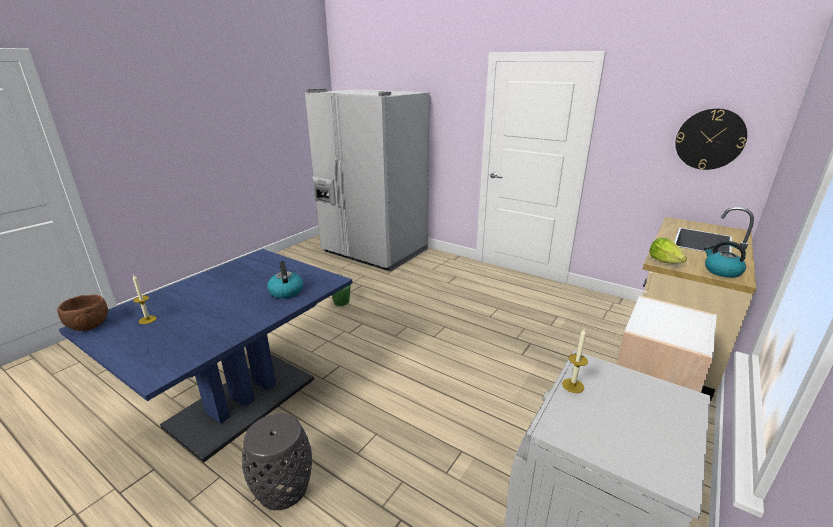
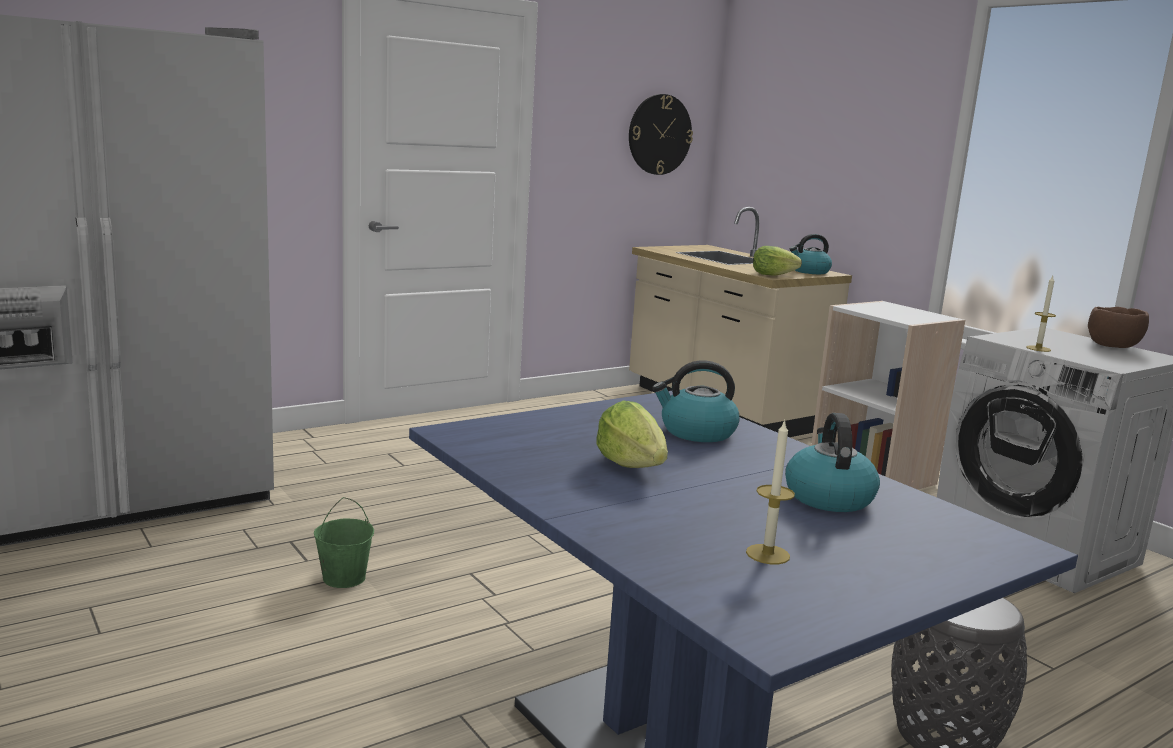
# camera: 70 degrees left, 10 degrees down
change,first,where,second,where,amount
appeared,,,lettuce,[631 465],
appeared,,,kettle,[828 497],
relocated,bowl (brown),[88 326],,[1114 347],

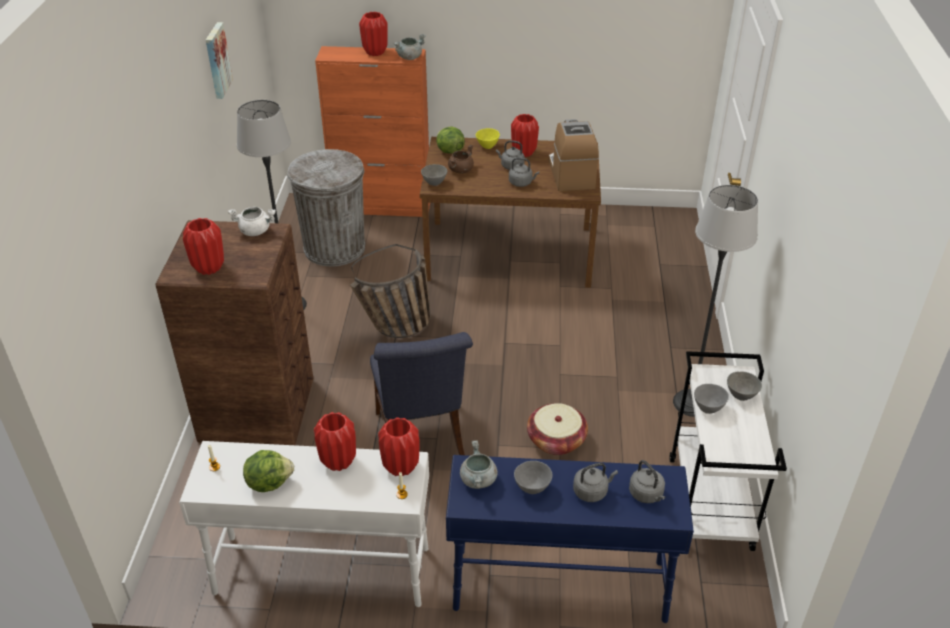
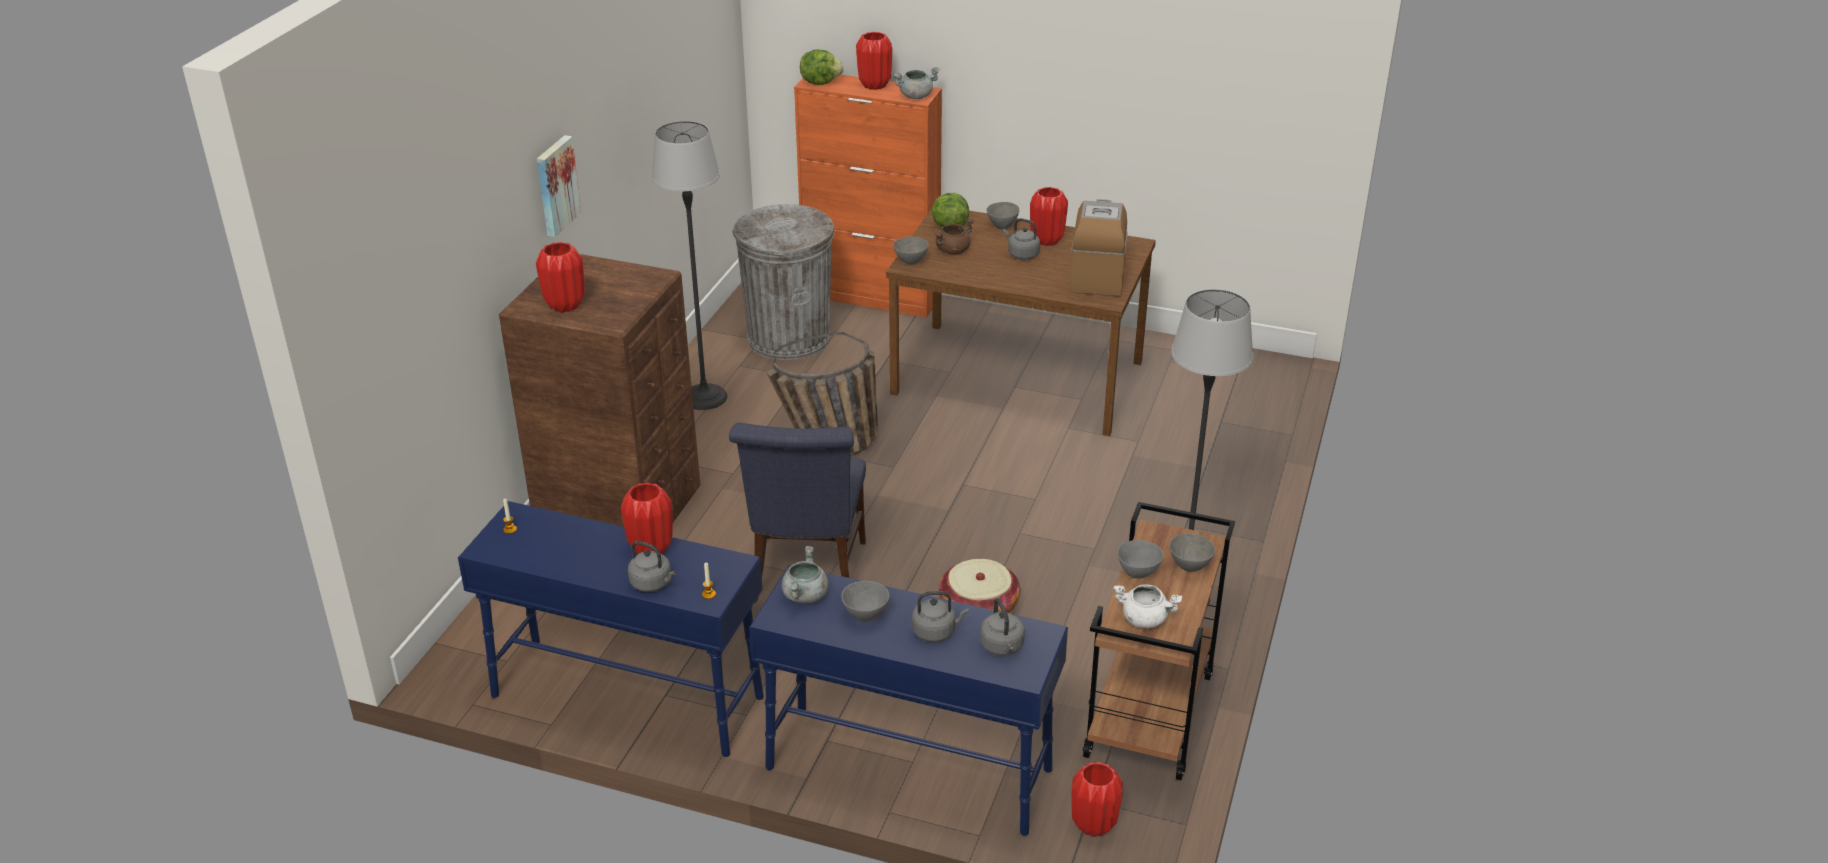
# camera: 15 degrees right, 5 degrees down
change,first,where,second,where,amount
colour,console table (white),[322 569],console table (blue),[628 695],
relocated,picture,[216 60],,[555 185],
relocated,kettle (grey),[521 183],,[653 583],
relocated,lettuce,[269 482],,[820 82],
colour,bowl (yellow),[487 146],bowl (grey),[1002 226],
relocated,vase (red),[401 467],,[1094 825],
colour,cart (white),[711 503],cart (brown),[1150 717],
relocated,cooking pot (white),[255 231],,[1145 619],

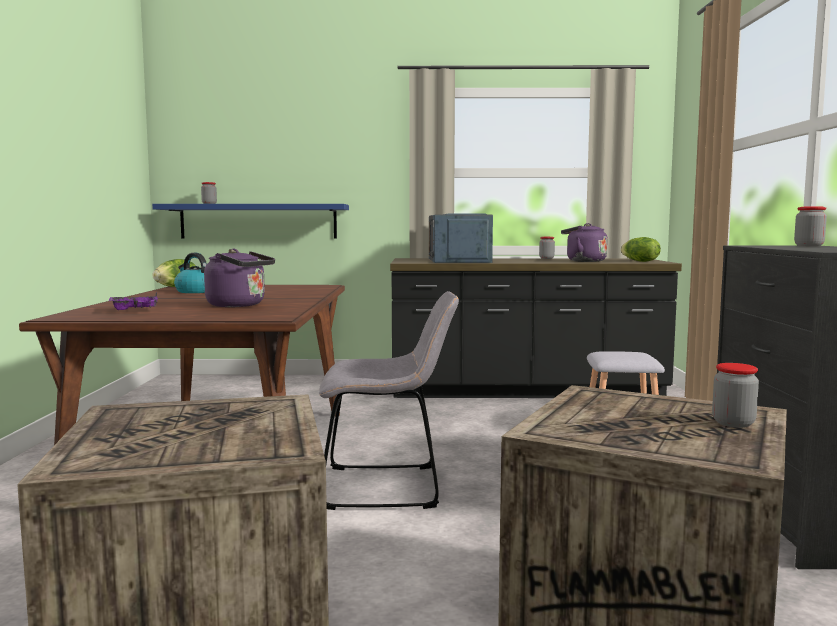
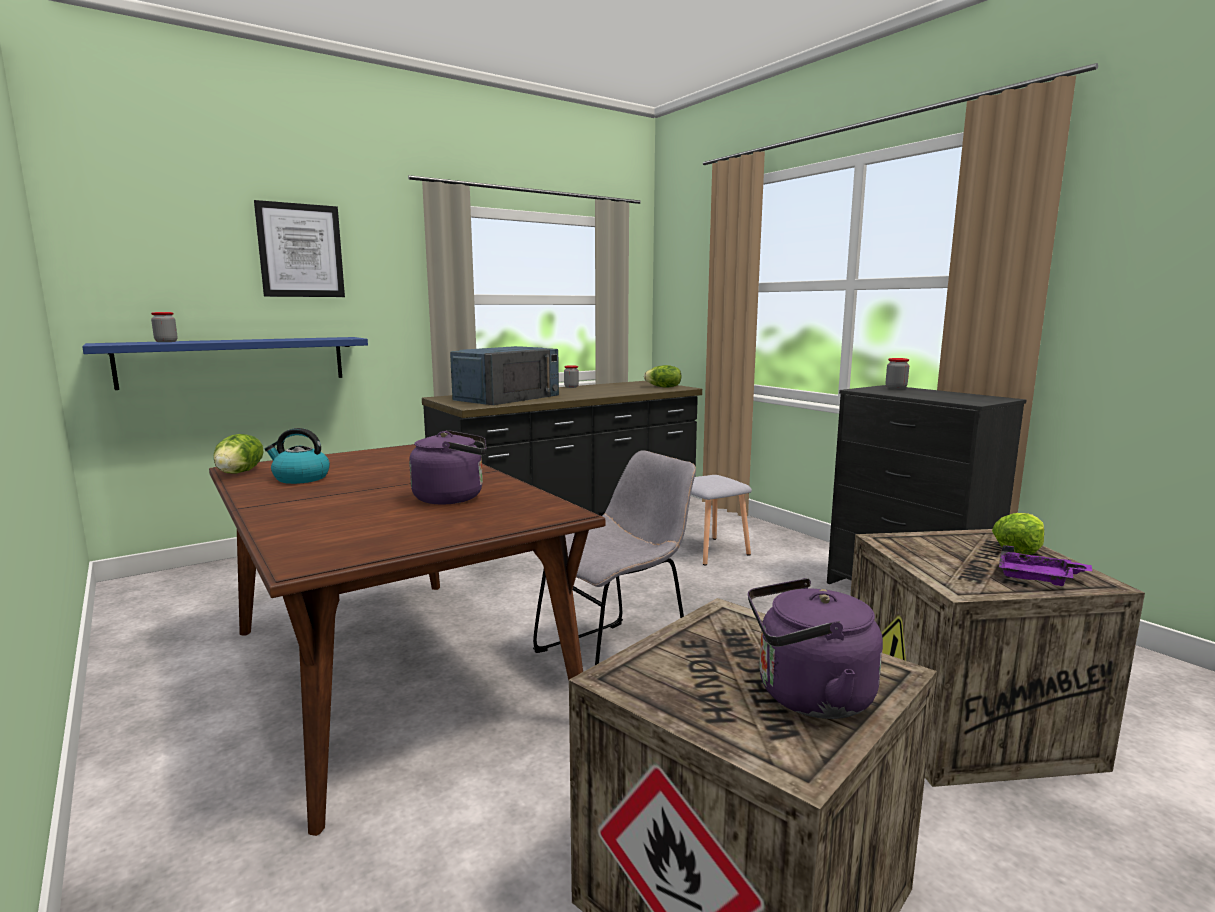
# camera: 35 degrees left, 5 degrees up
change,first,where,second,where,amount
appeared,,,picture,[300 250],
spun,microwave (blue),[458 260],,[507 397],105 degrees counterclockwise
relocated,kettle (purple),[583 261],,[807 696],
exchanged,jar,[733 423],lettuce,[1018 549],
relocated,tray (purple),[134 310],,[1038 578],

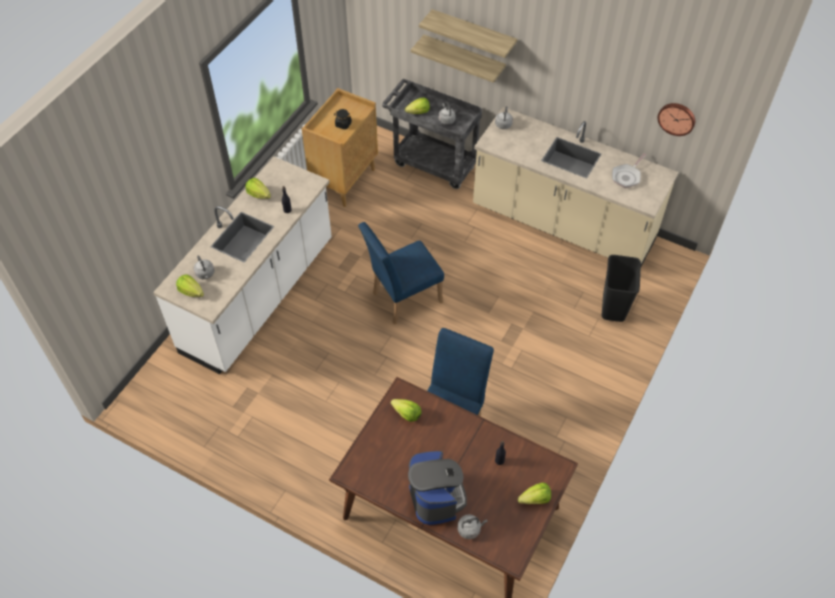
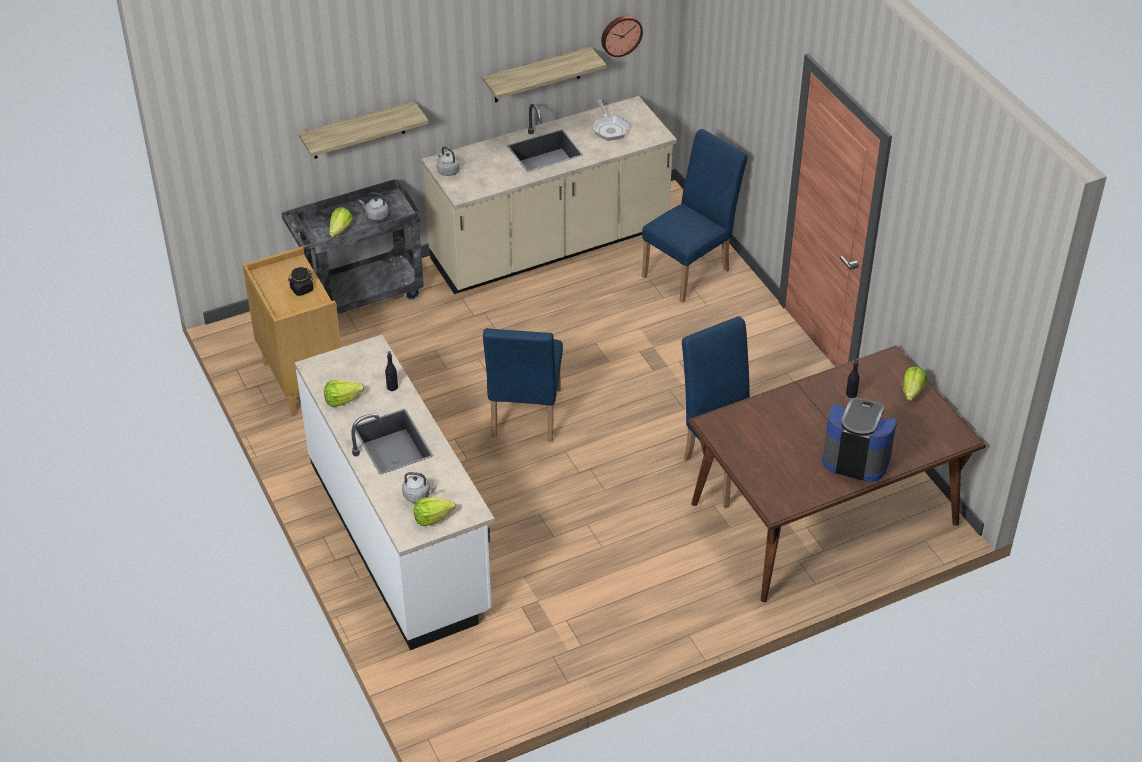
# camera: 55 degrees left, 10 degrees down
change,first,where,second,where,amount
relocated,shelf,[473 34],,[537 75],
exchanged,trash can (black),[614 308],chair (blue),[691 270],
missing,lettuce,[407 414],,,
missing,kettle (grey),[470 529],,,

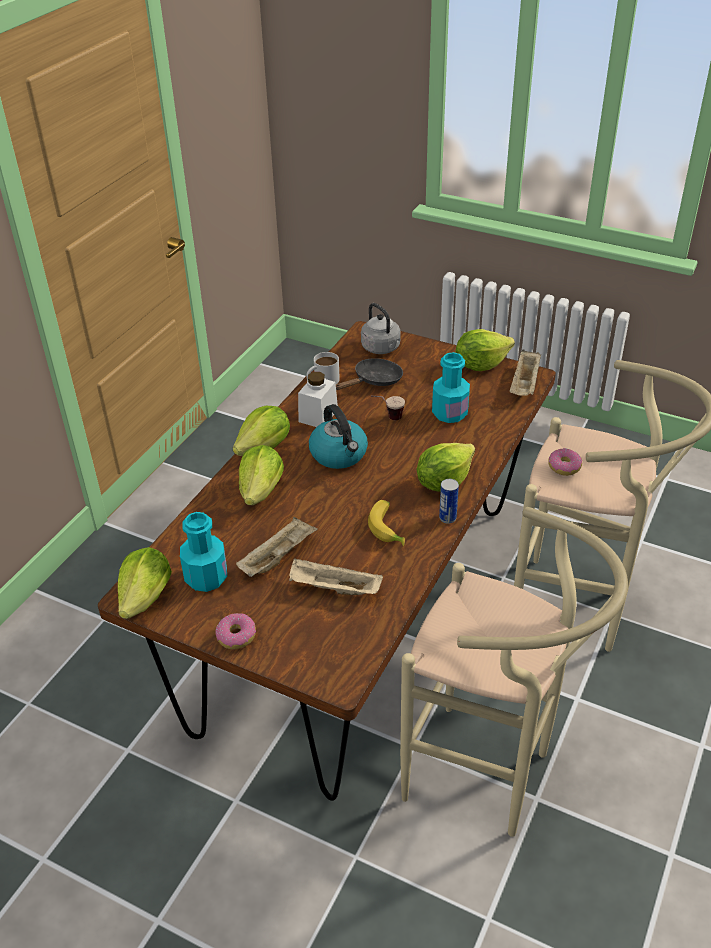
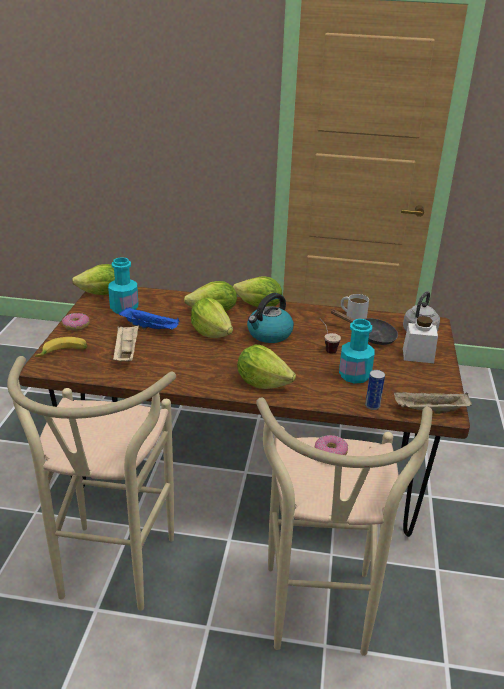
# camera: 70 degrees right, 10 degrees down
change,first,where,second,where,amount
relocated,banana,[389 528],,[63 354],
colour,tray (beige),[278 557],tray (blue),[150 328],
relocated,lettuce,[480 364],,[211 333],
relocated,can,[447 518],,[372 406],
relocated,jar (white),[318 415],,[418 355],

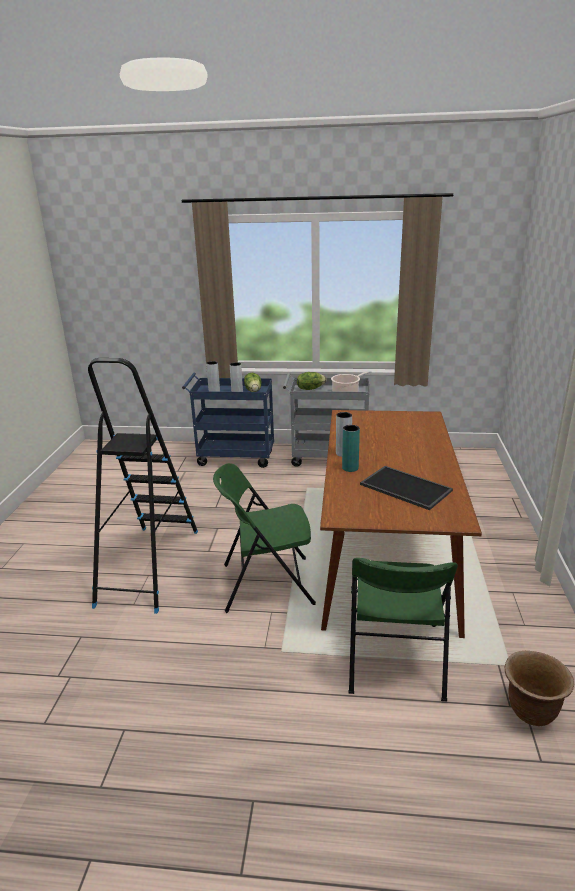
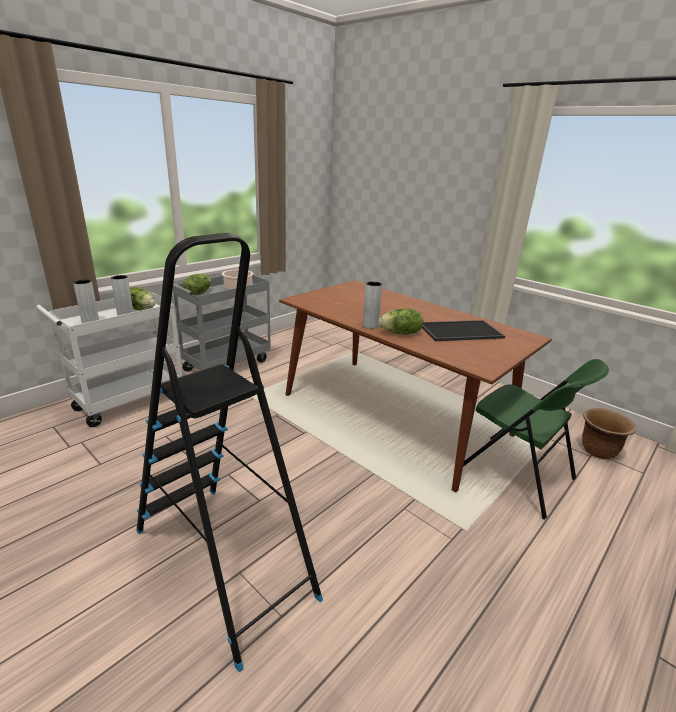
# camera: 55 degrees left, 0 degrees up
change,first,where,second,where,amount
colour,cart (blue),[234 459],cart (white),[126 404],
exchanged,vase (turquoise),[350 468],lettuce,[401 333],
missing,chair (green),[267 583],,,

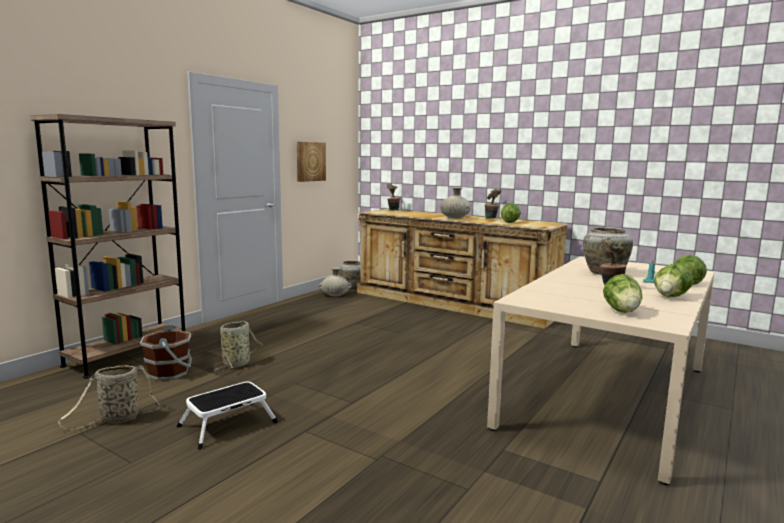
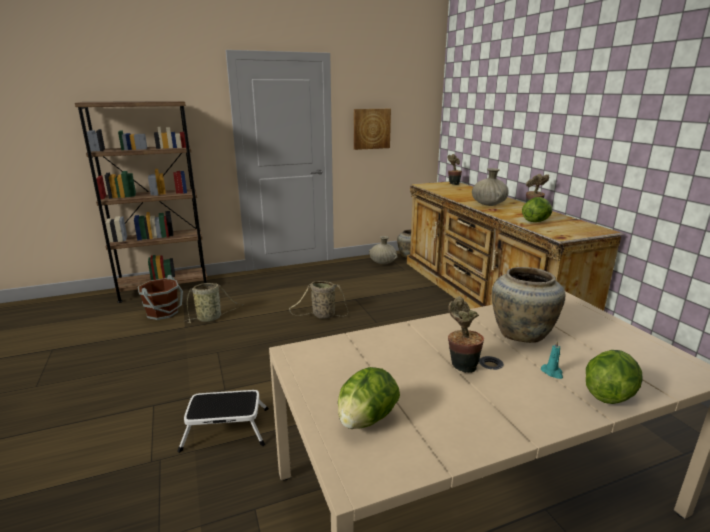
# camera: 35 degrees right, 10 degrees up
change,first,where,second,where,amount
relocated,step ladder (black),[228 424],,[225 429],
relocated,basket,[117 419],,[322 315],
missing,lettuce,[671 296],,,

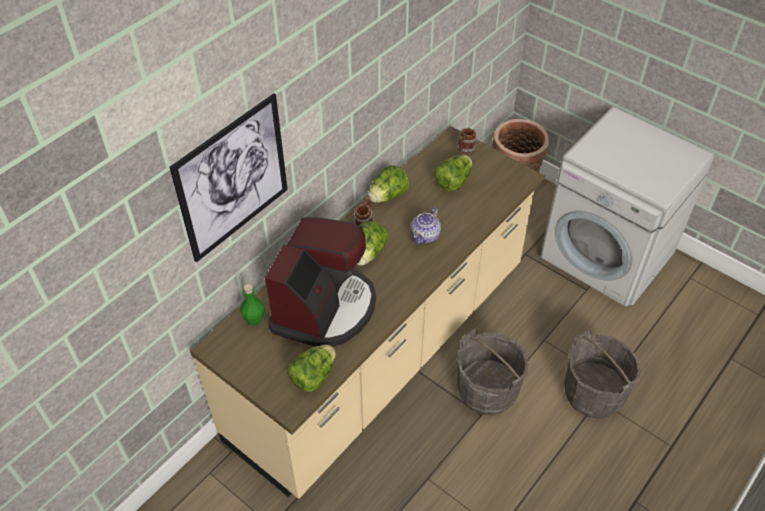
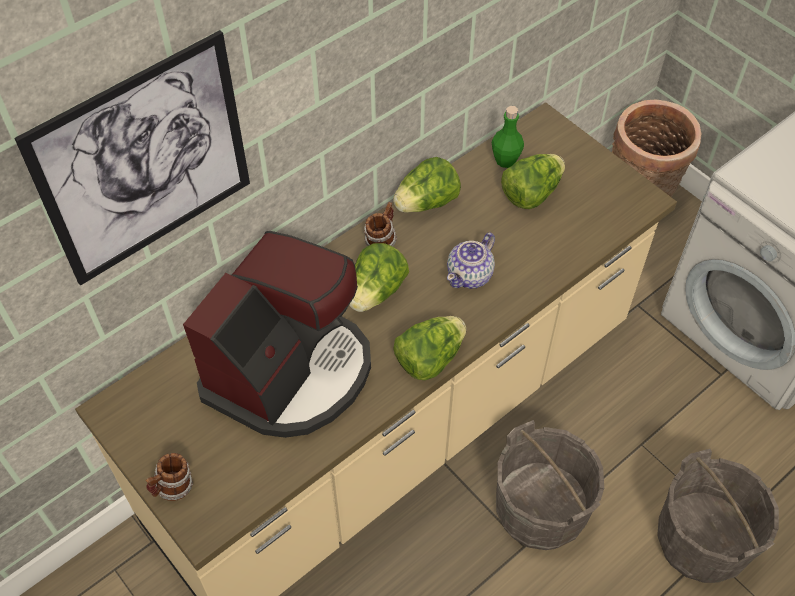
# camera: 10 degrees right, 5 degrees up
change,first,where,second,where,amount
relocated,mug,[465 150],,[173 488],
relocated,lettuce,[313 376],,[429 358],
relocated,bottle (green),[254 319],,[505 160],

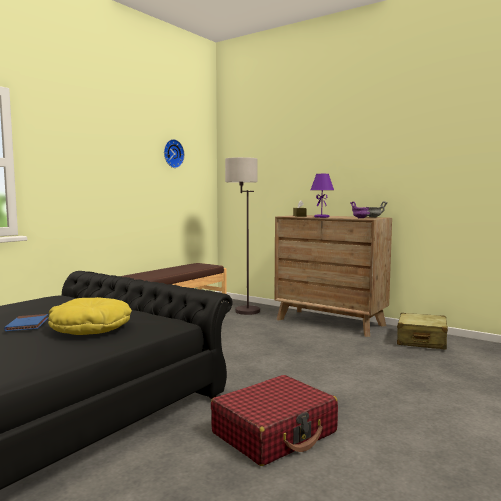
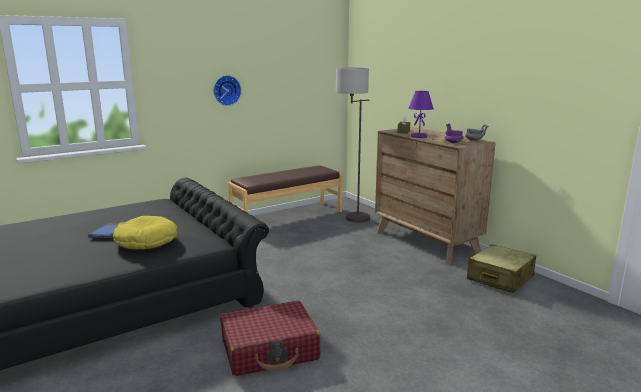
# camera: 20 degrees right, 10 degrees up
change,first,where,second,where,amount
relocated,wall clock,[172 153],,[226 90],

